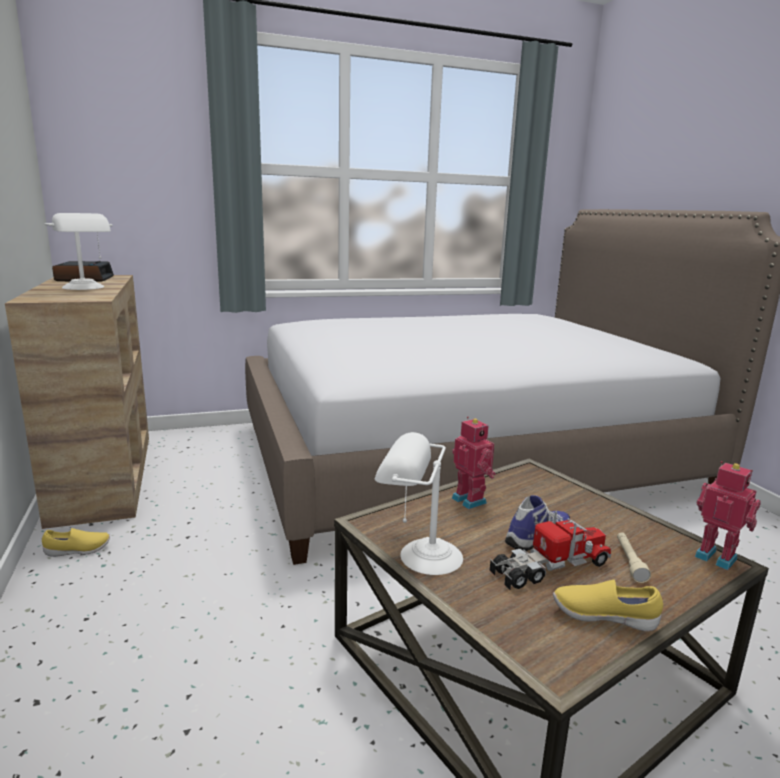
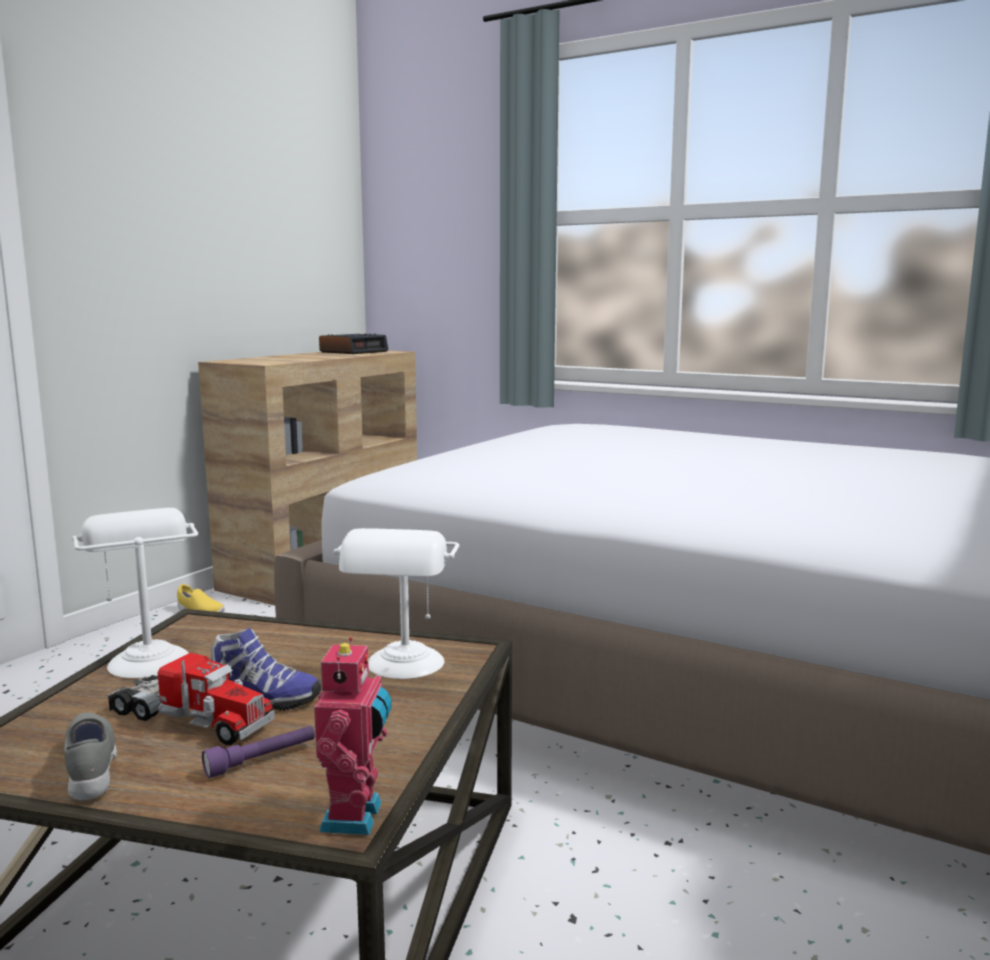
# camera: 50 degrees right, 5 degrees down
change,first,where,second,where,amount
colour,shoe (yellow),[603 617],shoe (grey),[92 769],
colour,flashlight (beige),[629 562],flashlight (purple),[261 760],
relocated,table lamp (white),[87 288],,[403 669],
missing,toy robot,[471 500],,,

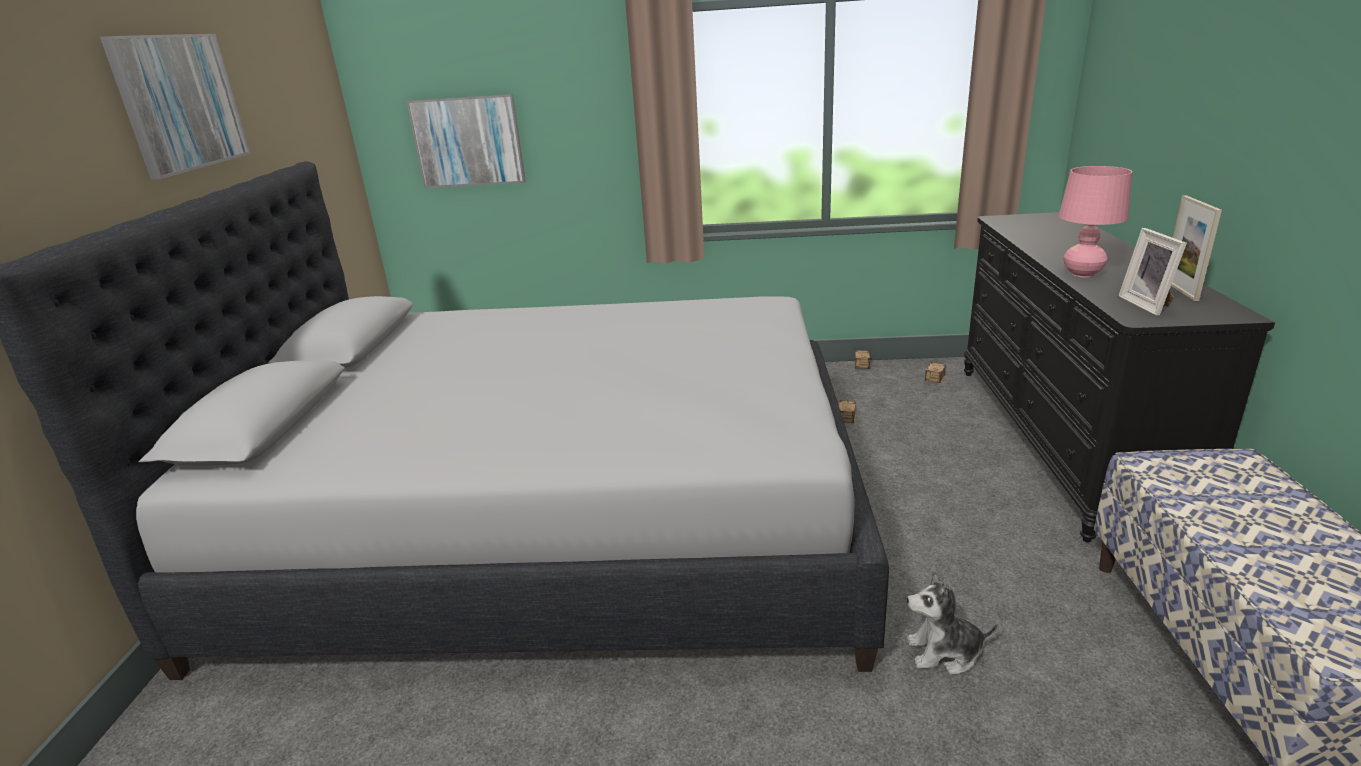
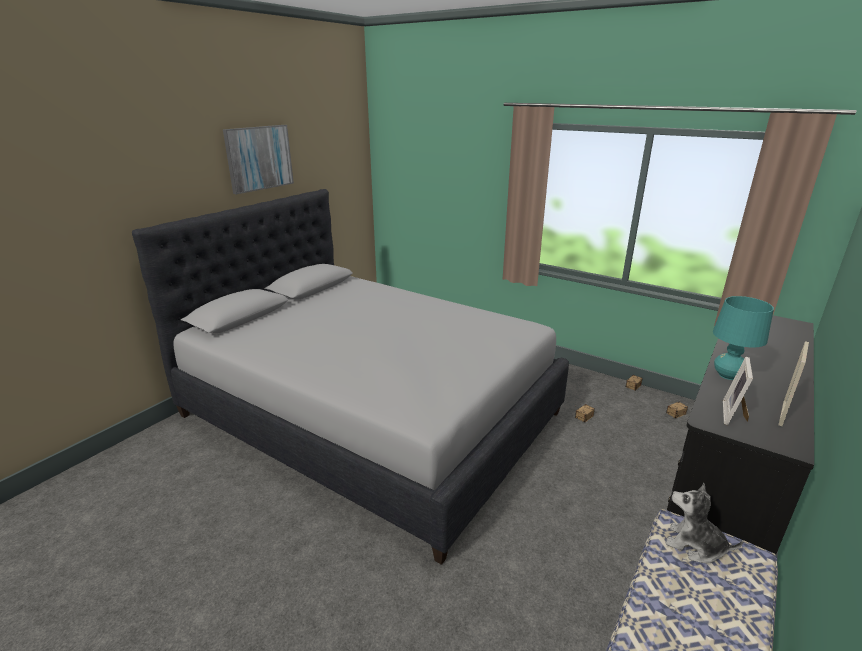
# camera: 30 degrees right, 0 degrees up
change,first,where,second,where,amount
relocated,plush toy,[944 653],,[694 545],
colour,table lamp (pink),[1082 274],table lamp (turquoise),[728 375],
missing,picture,[468 141],,,

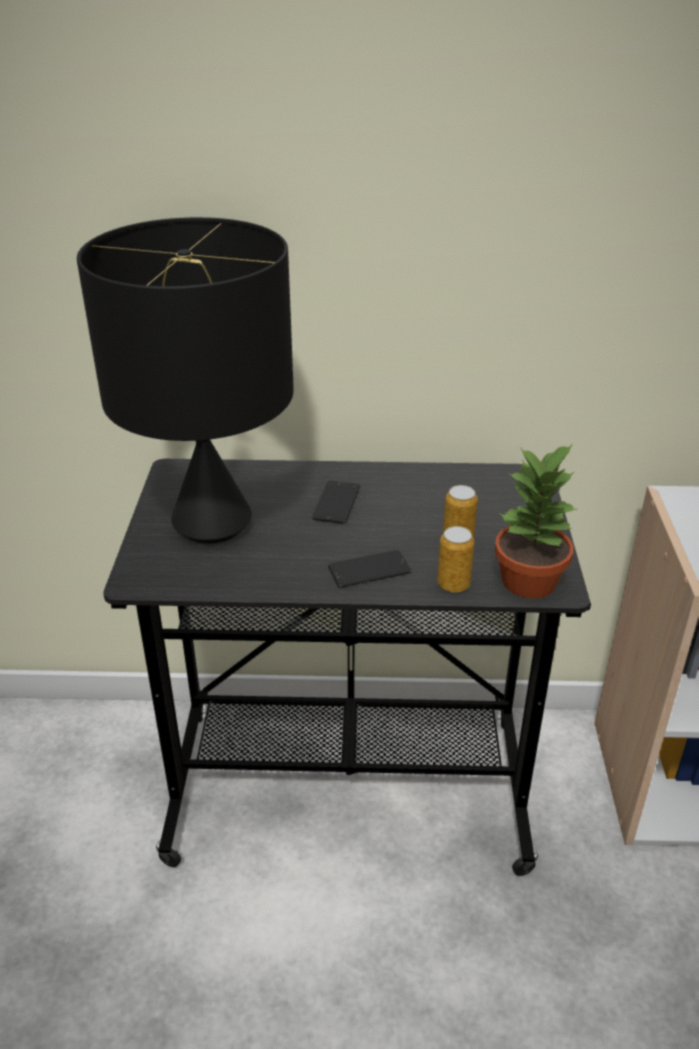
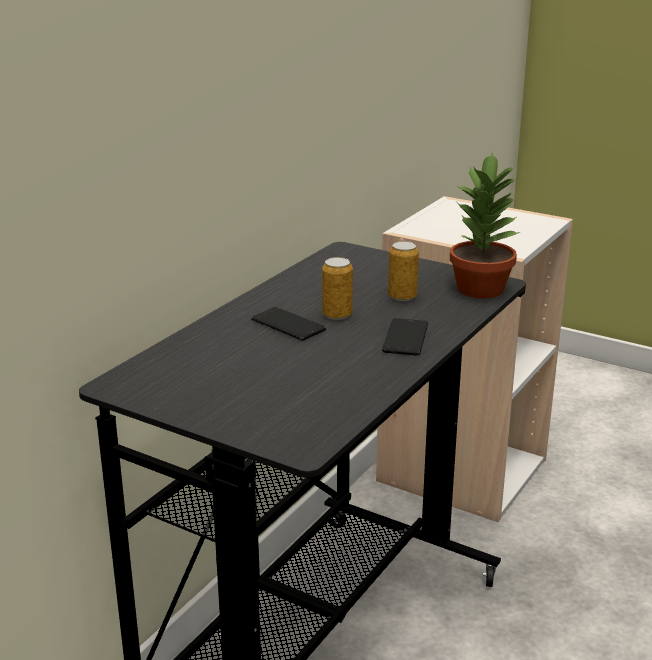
# camera: 60 degrees left, 10 degrees down
change,first,where,second,where,amount
relocated,can,[453 585],,[337 315],
missing,table lamp (black),[212 525],,,

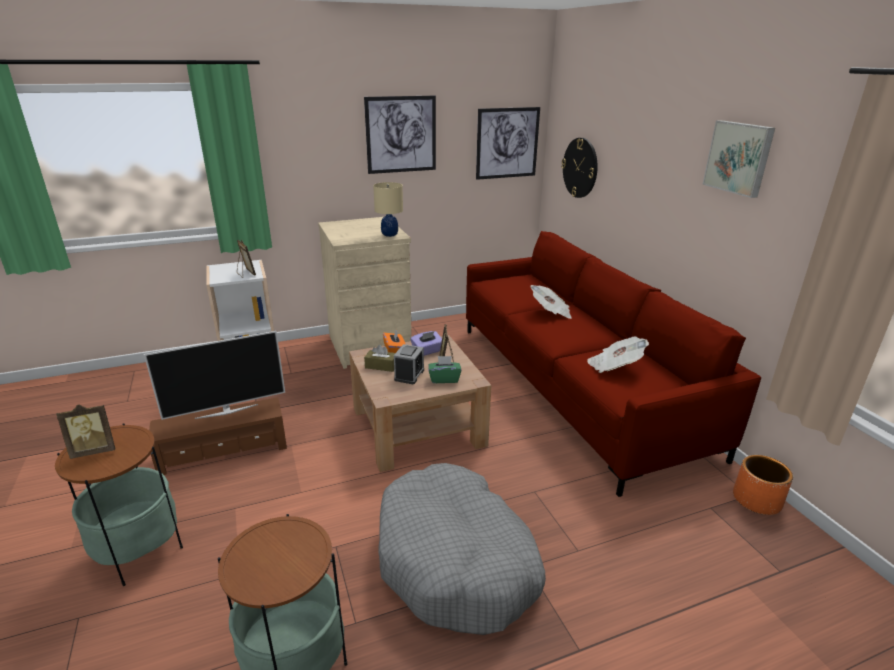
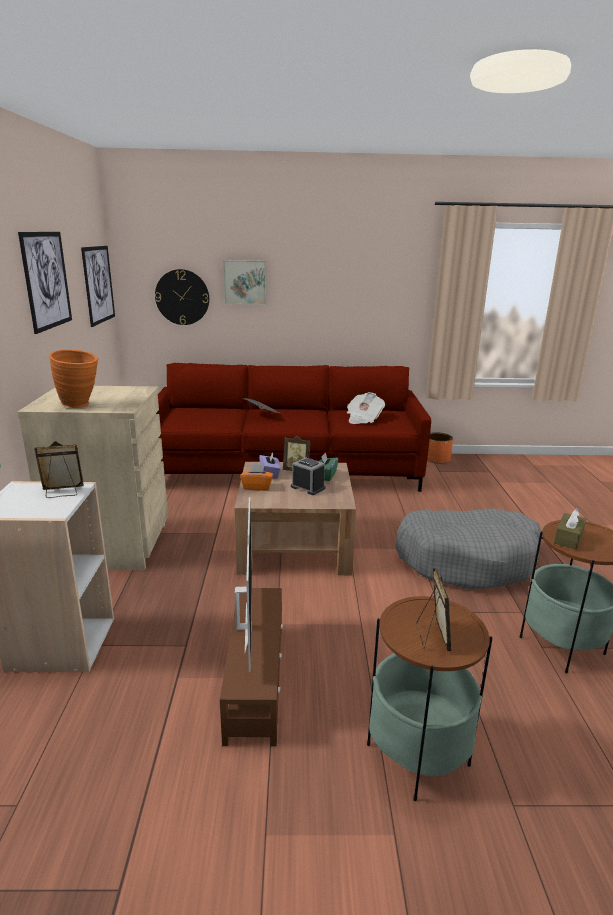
# camera: 70 degrees left, 5 degrees down
change,first,where,second,where,amount
appeared,,,vase (orange),[80 405],
relocated,picture,[739 157],,[245 282],
relocated,tissue box (brown),[381 366],,[568 538],
missing,table lamp (beige),[390 235],,,

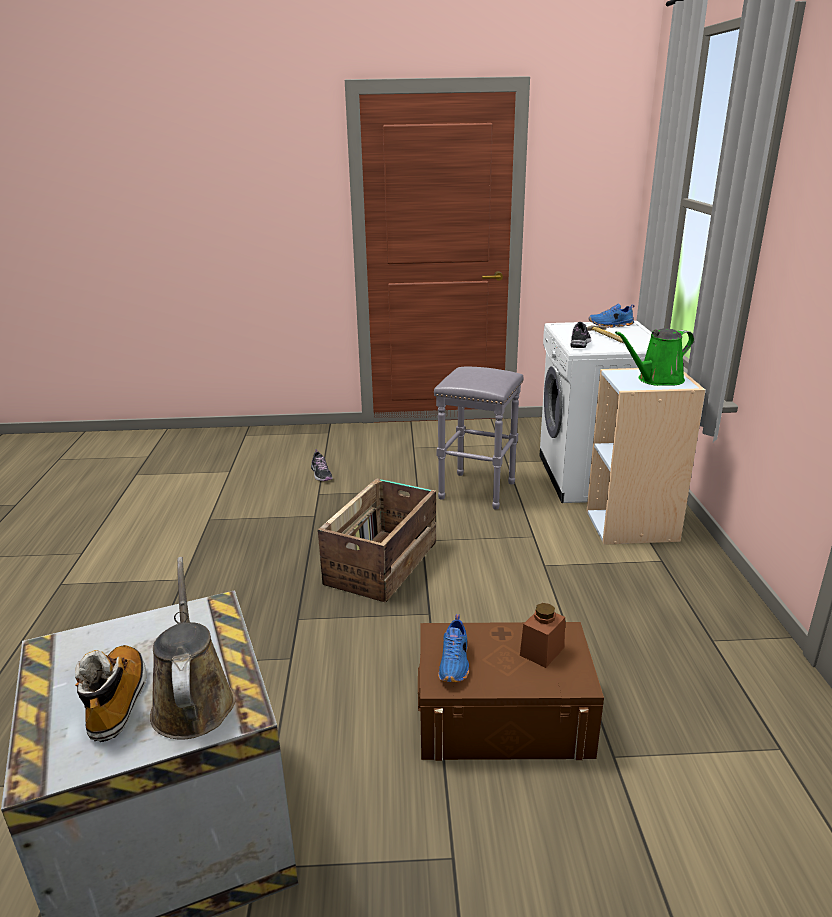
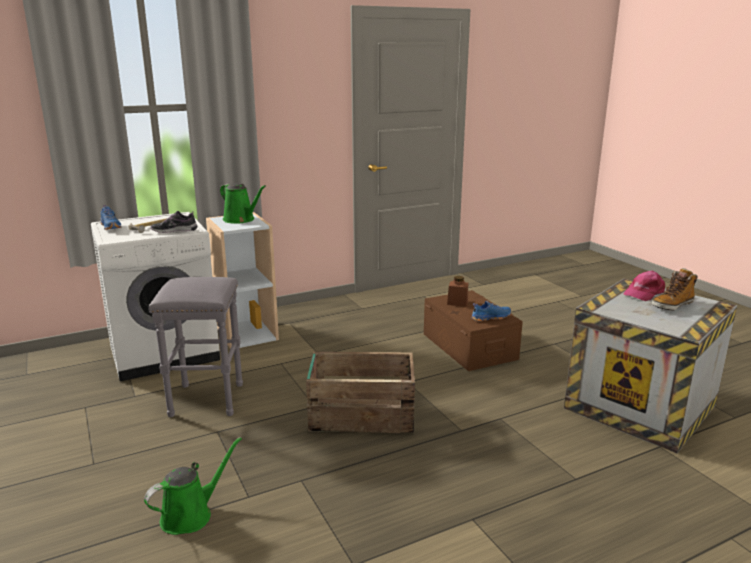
# camera: 115 degrees left, 5 degrees down
change,first,where,second,where,amount
exchanged,shoe,[321 474],watering can (green),[191 515],
exchanged,watering can (brown),[193 700],cap (pink),[644 293],

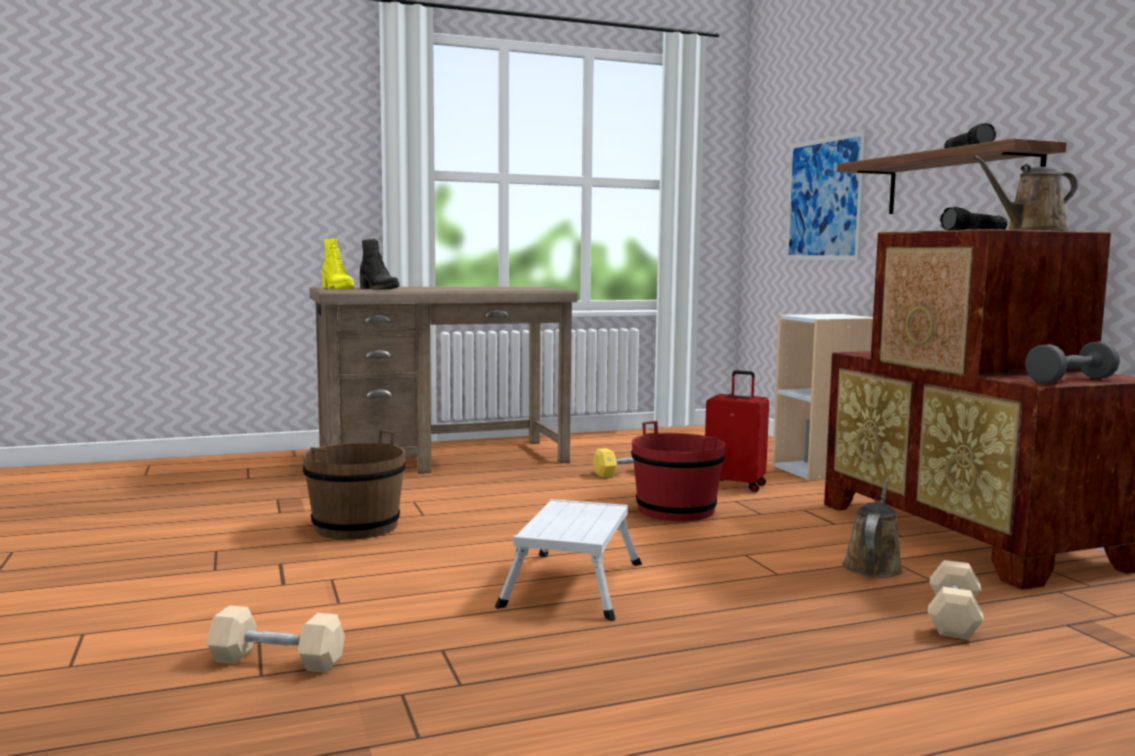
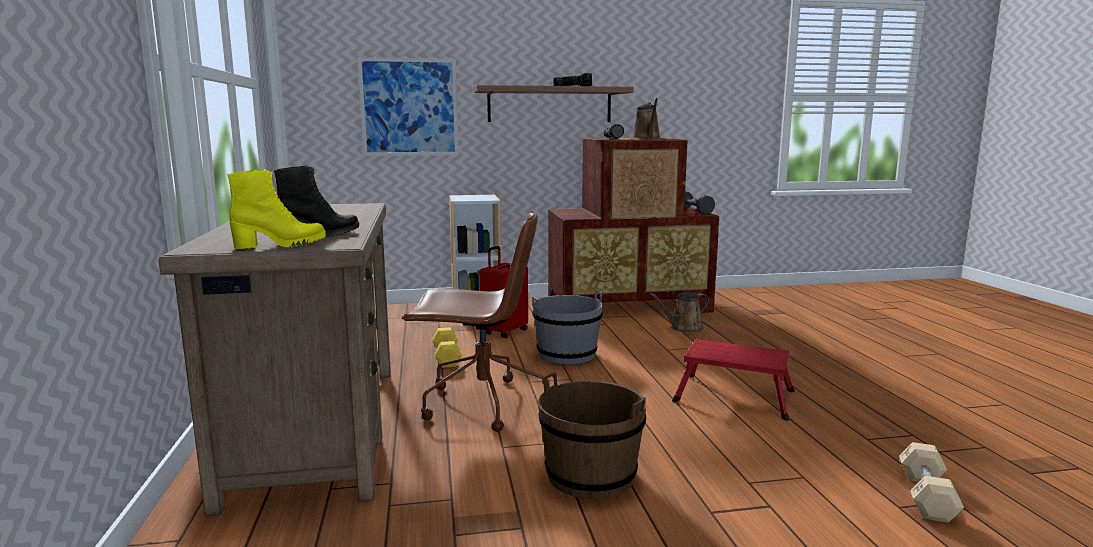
# camera: 80 degrees left, 5 degrees up
change,first,where,second,where,amount
appeared,,,office chair (brown),[477 404],
colour,bucket (red),[676 510],bucket (grey),[567 354],
spun,watering can (brown),[873 566],,[684 328],60 degrees counterclockwise
colour,step ladder (white),[573 584],step ladder (red),[733 396],
missing,dumbbell (beige),[953 617],,,

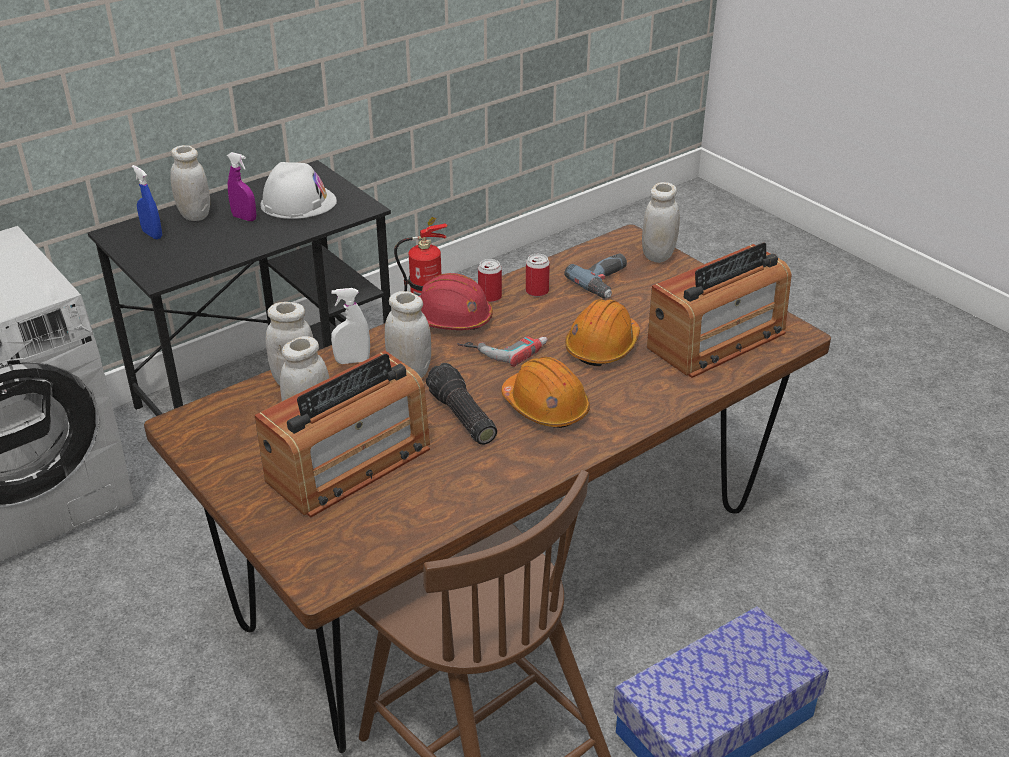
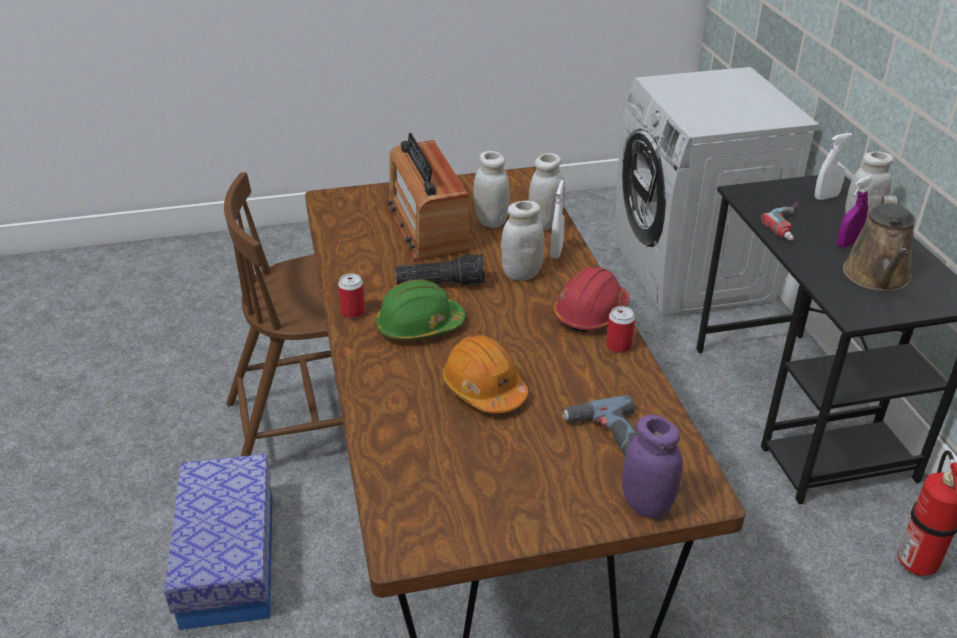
# camera: 115 degrees right, 0 degrees up
change,first,where,second,where,amount
relocated,can,[537 291],,[353 312],
colour,hard hat (orange),[545 407],hard hat (green),[419 326],
colour,jar (white),[658 255],jar (purple),[646 504],
relocated,power drill,[504 347],,[792 225],
colour,spray bottle (blue),[152 234],spray bottle (white),[826 197],
exchanged,hard hat (white),[298 202],watering can (brown),[877 277],
missing,radio,[717 340],,,

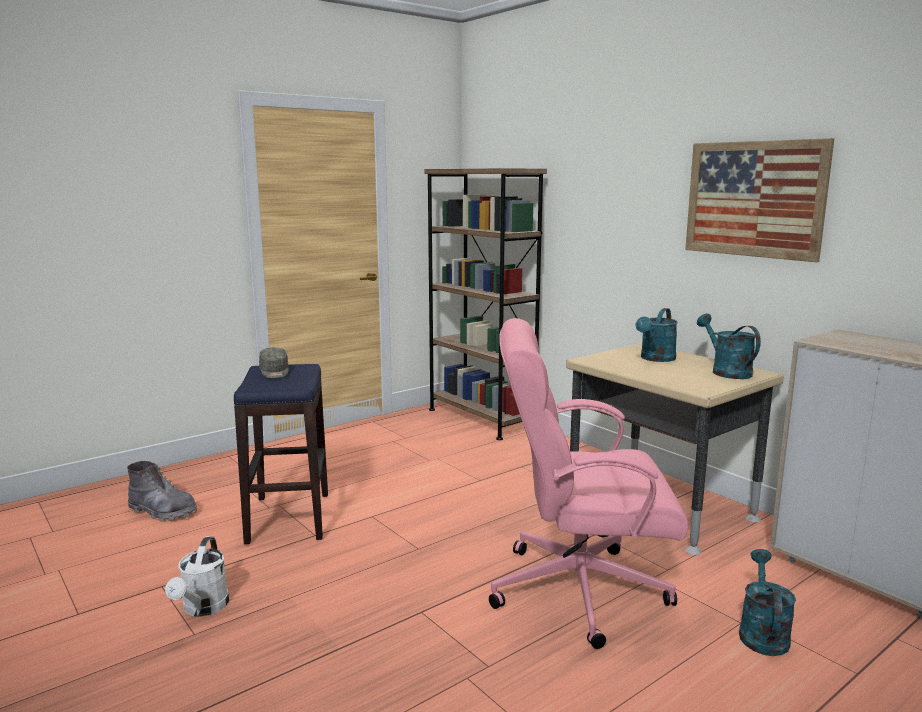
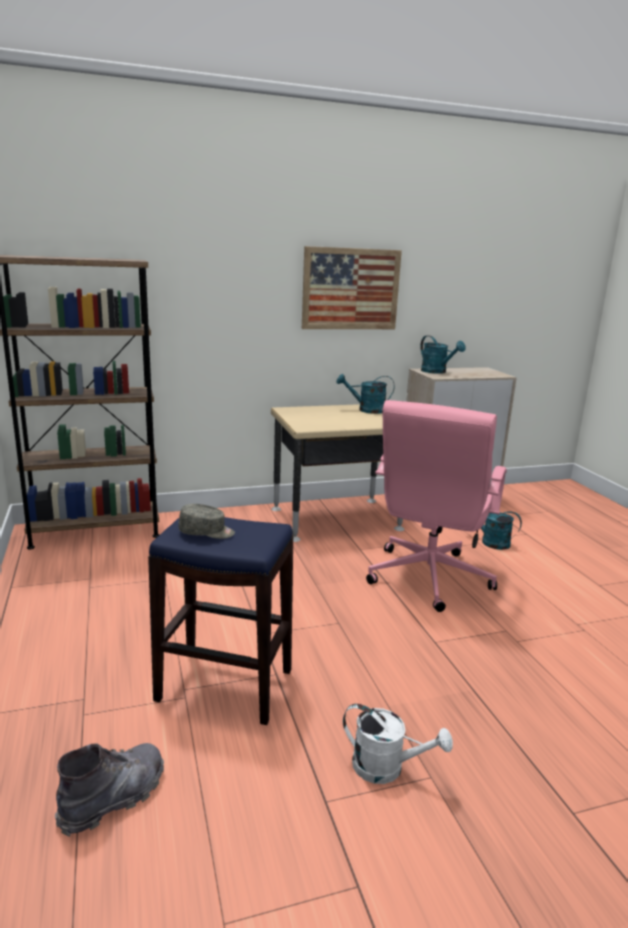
# camera: 70 degrees left, 5 degrees up
change,first,where,second,where,amount
relocated,watering can (turquoise),[655 359],,[437 372],

